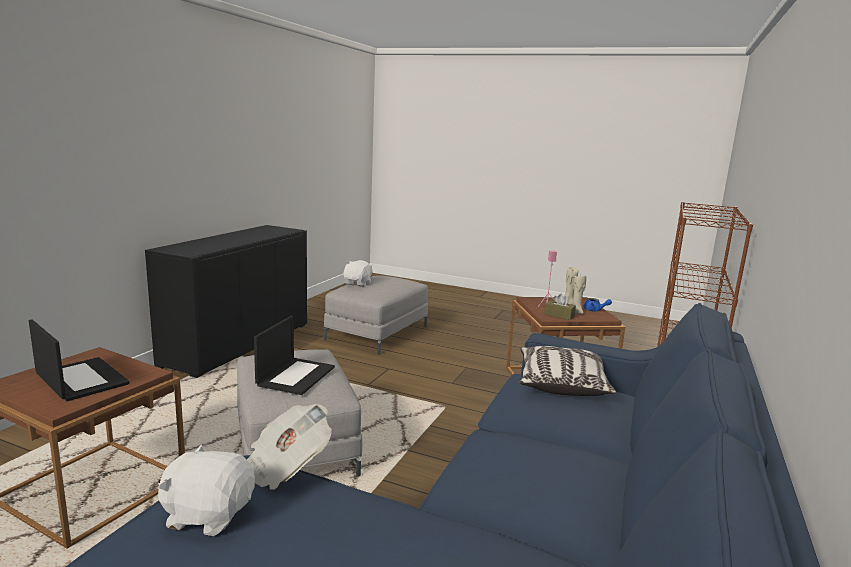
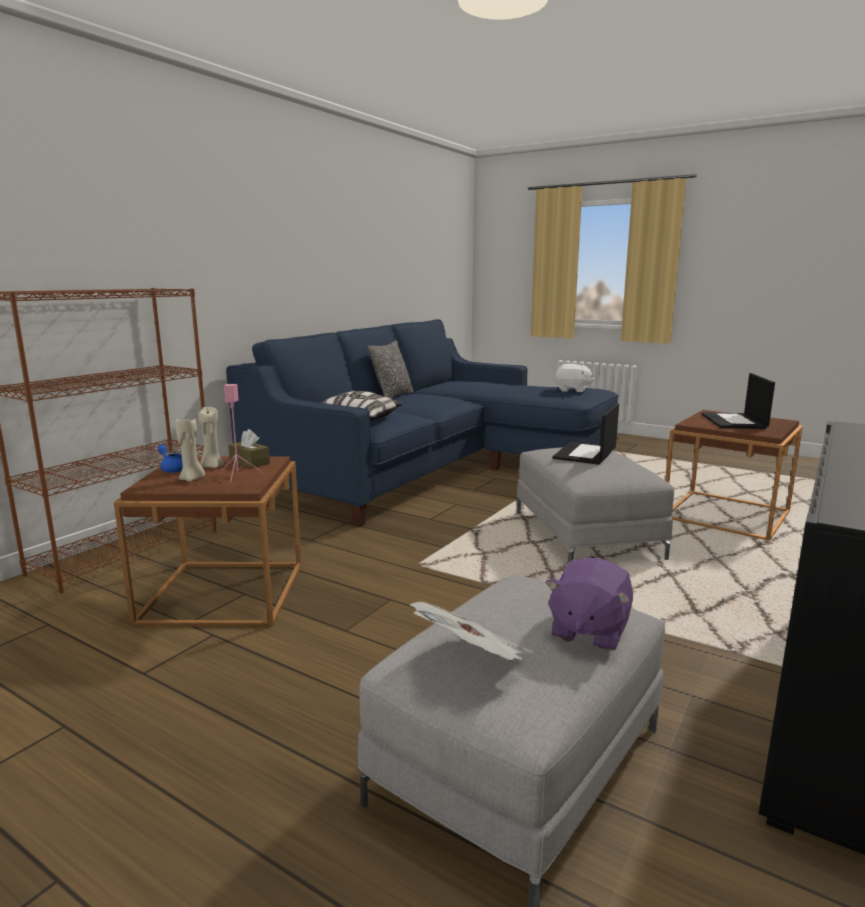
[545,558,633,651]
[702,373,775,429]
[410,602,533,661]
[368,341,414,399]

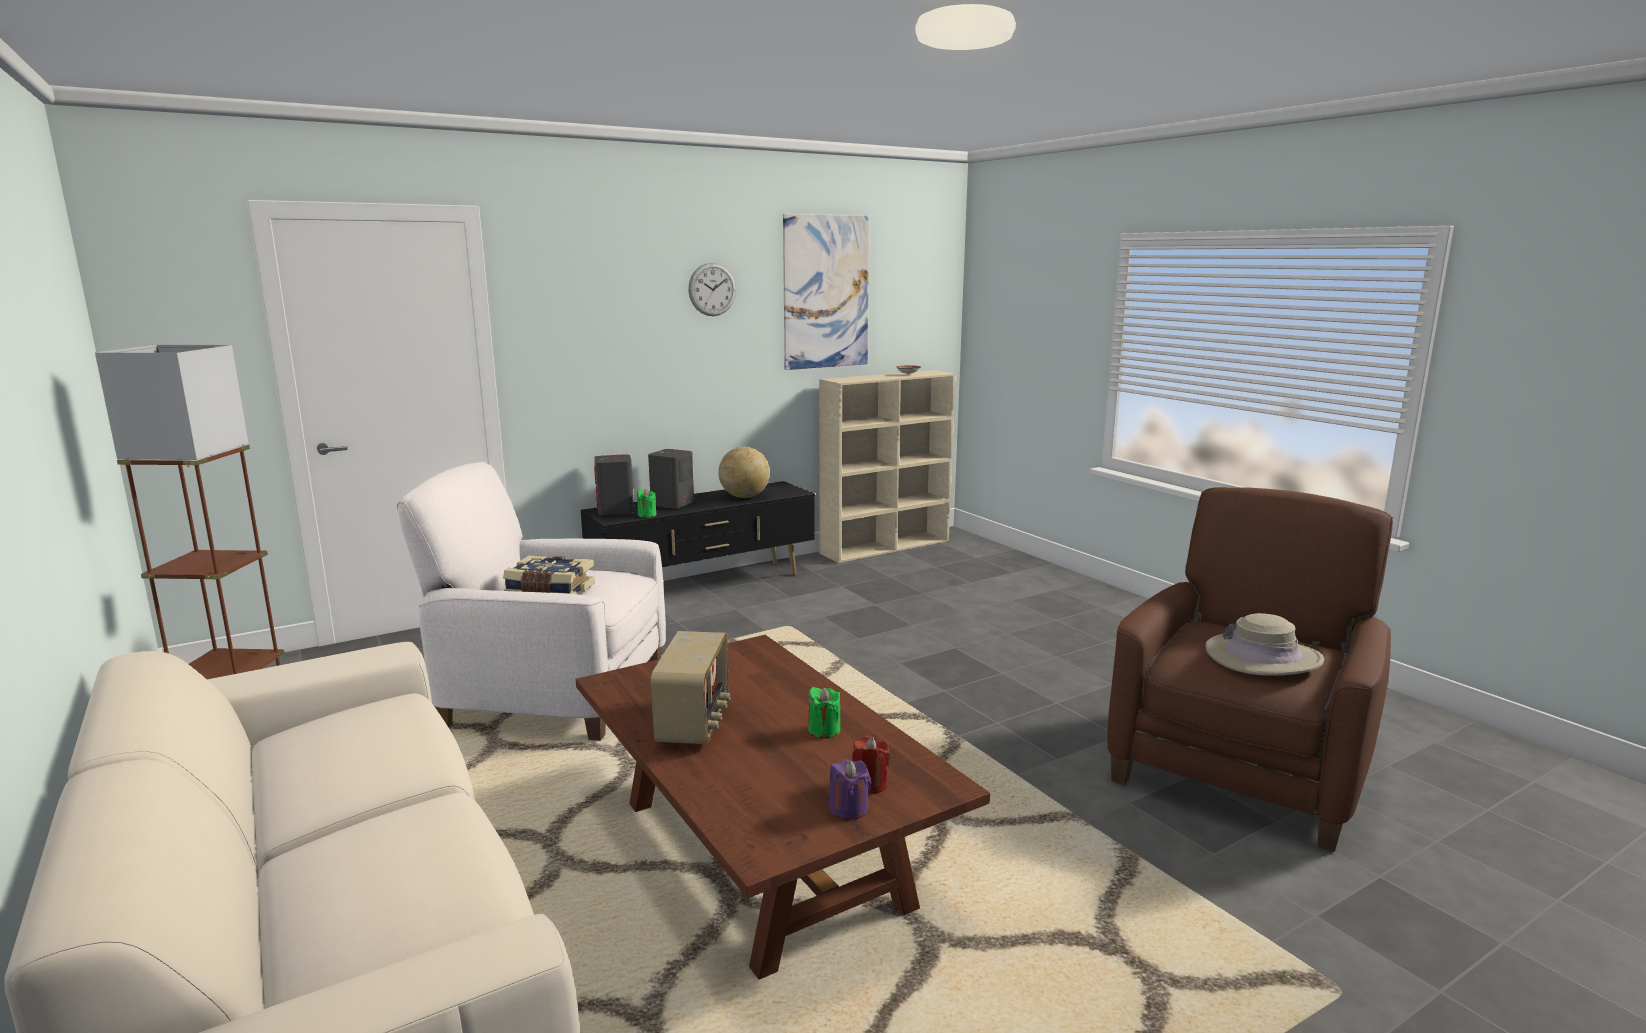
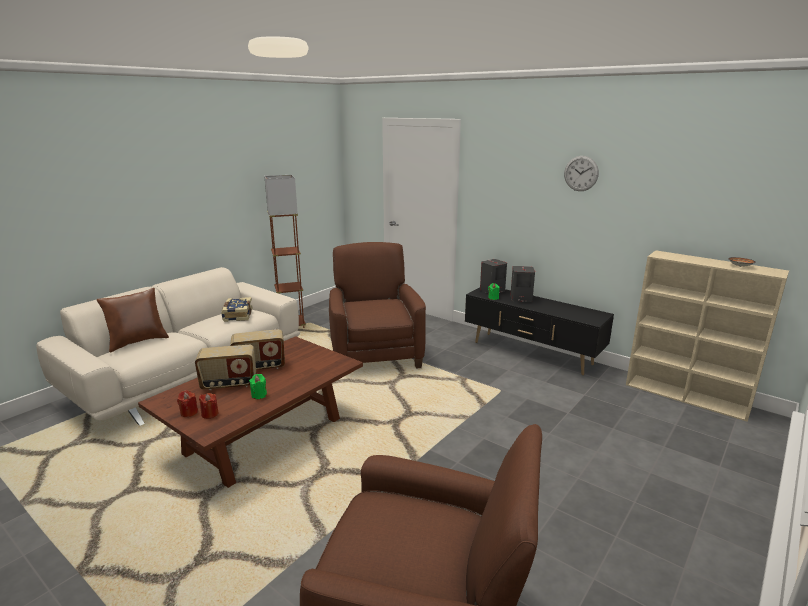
[783,214,869,370] (first image)
[718,447,770,498] (first image)
[329,242,426,369]
[221,297,252,322]
[1206,613,1324,676] (first image)
[177,390,198,417]
[97,288,169,352]
[195,345,256,390]

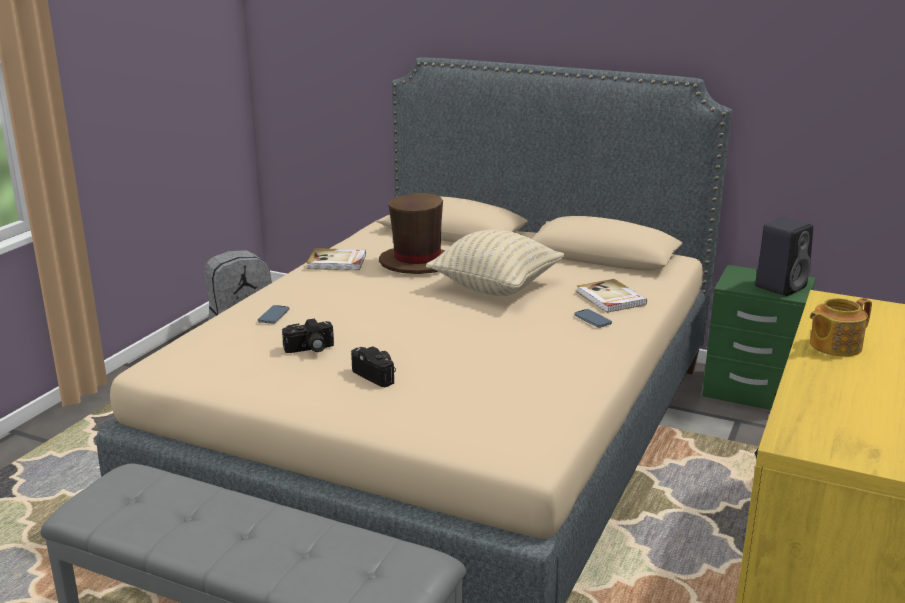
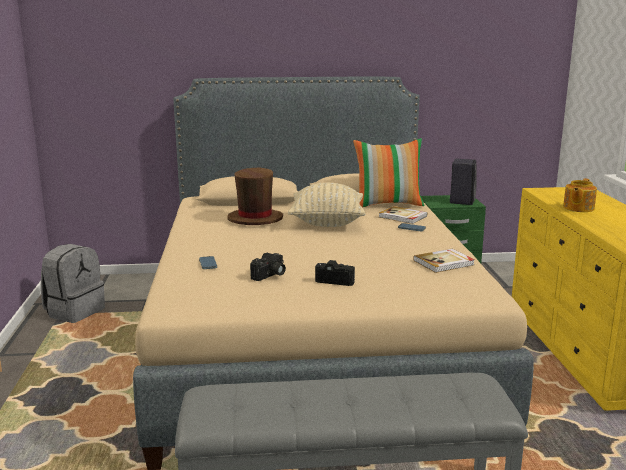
[413,249,475,273]
[353,138,425,207]

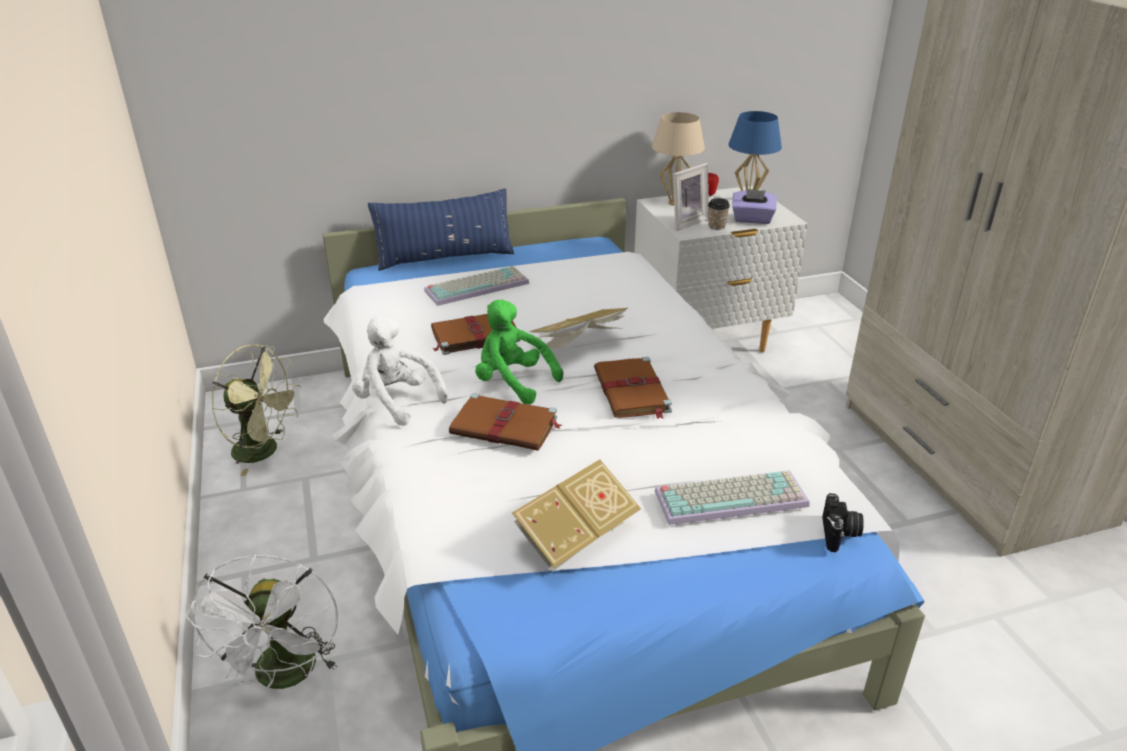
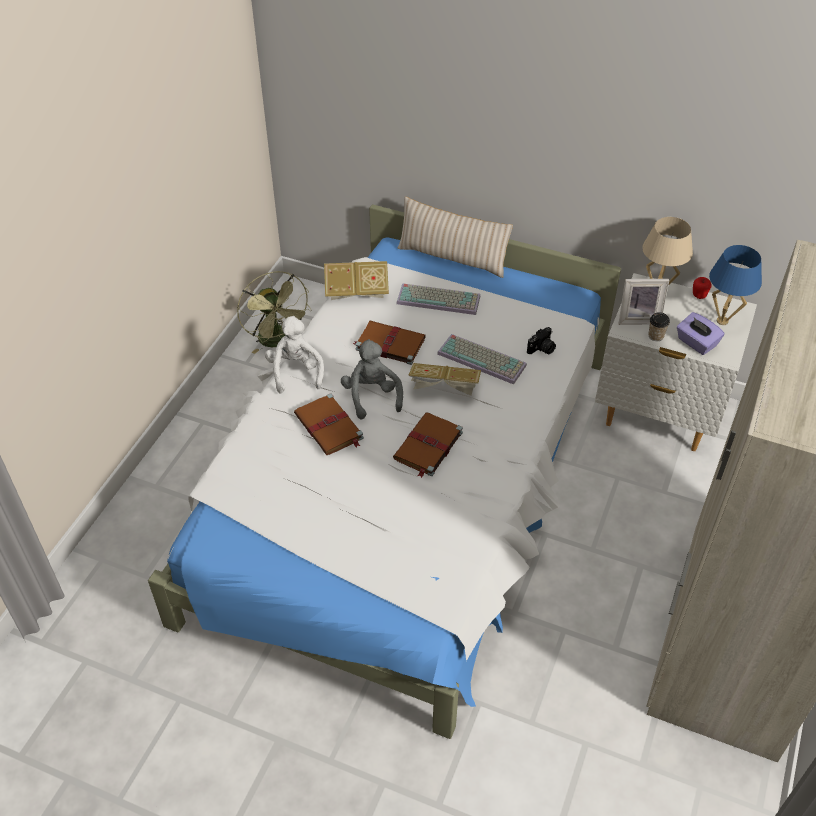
[398,197,513,278]
[341,339,403,420]
[324,261,389,300]
[437,334,527,384]
[527,327,556,354]
[186,554,338,690] (first image)

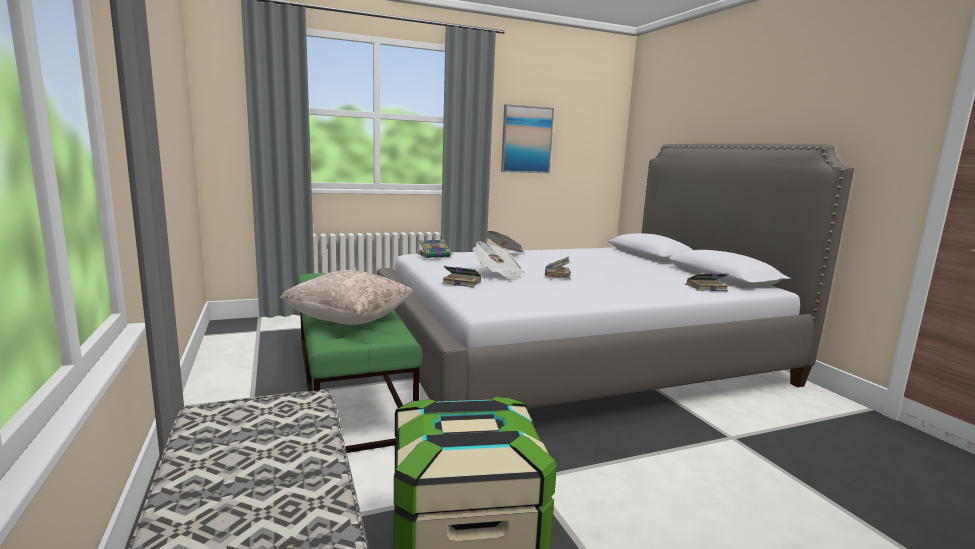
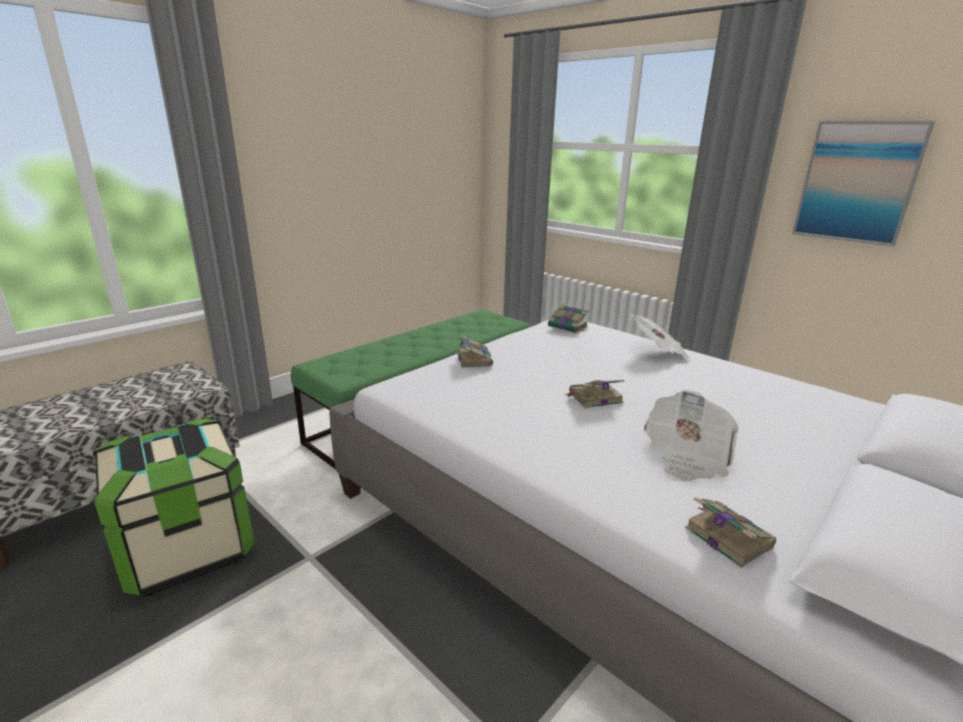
[644,390,739,482]
[280,270,414,325] (first image)

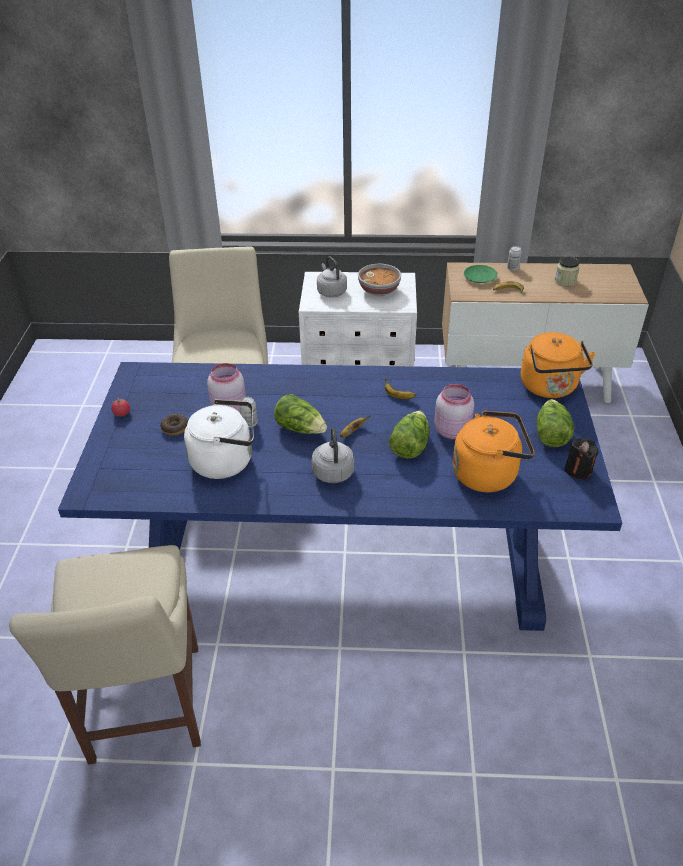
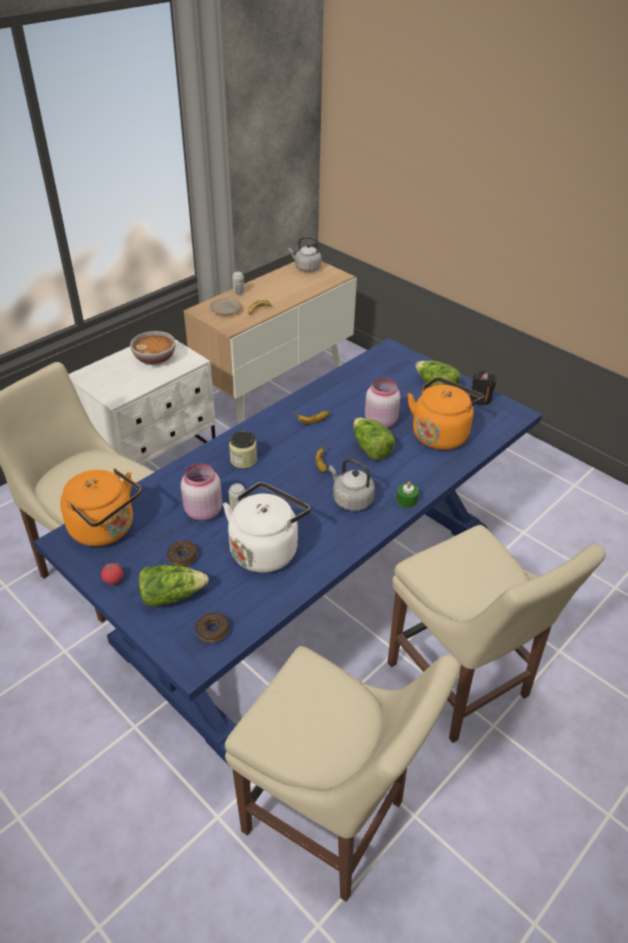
[288,236,322,272]
[229,431,257,469]
[210,298,242,315]
[60,468,141,546]
[139,565,209,607]
[396,481,419,508]
[388,525,606,743]
[195,612,230,643]

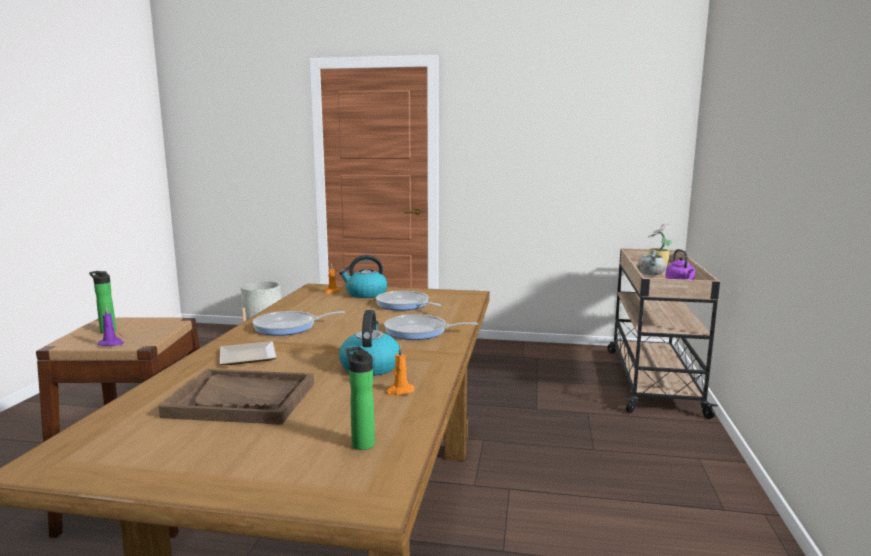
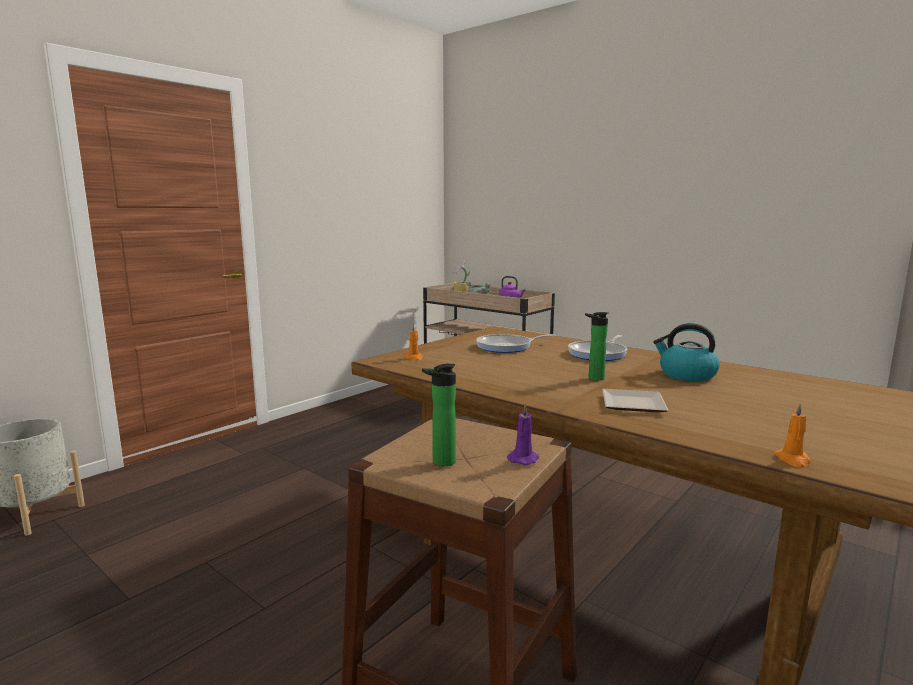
[339,255,387,298] (first image)
[252,311,345,336] (first image)
[585,312,609,381]
[774,404,810,468]
[159,369,314,425] (first image)

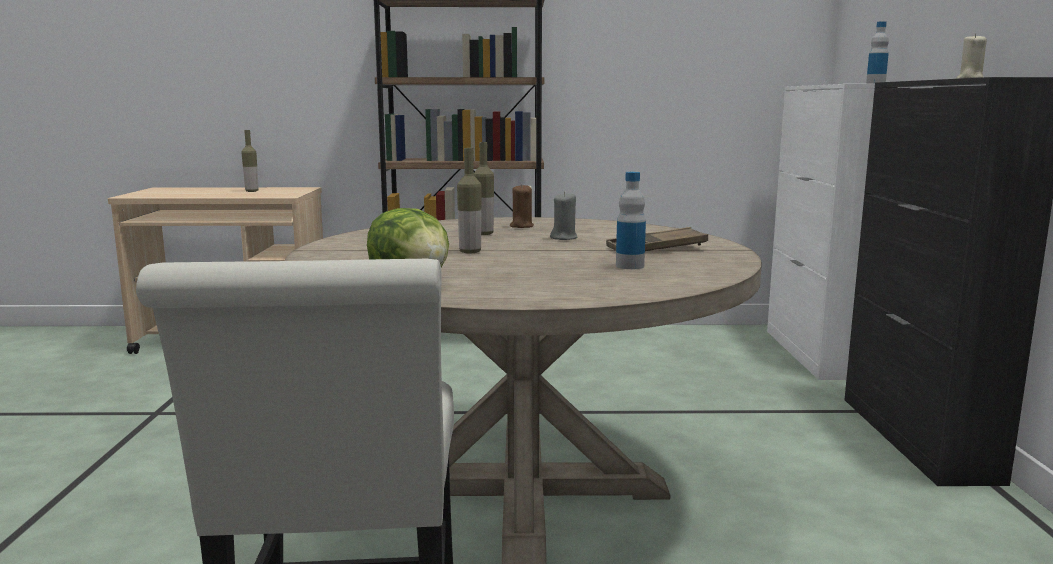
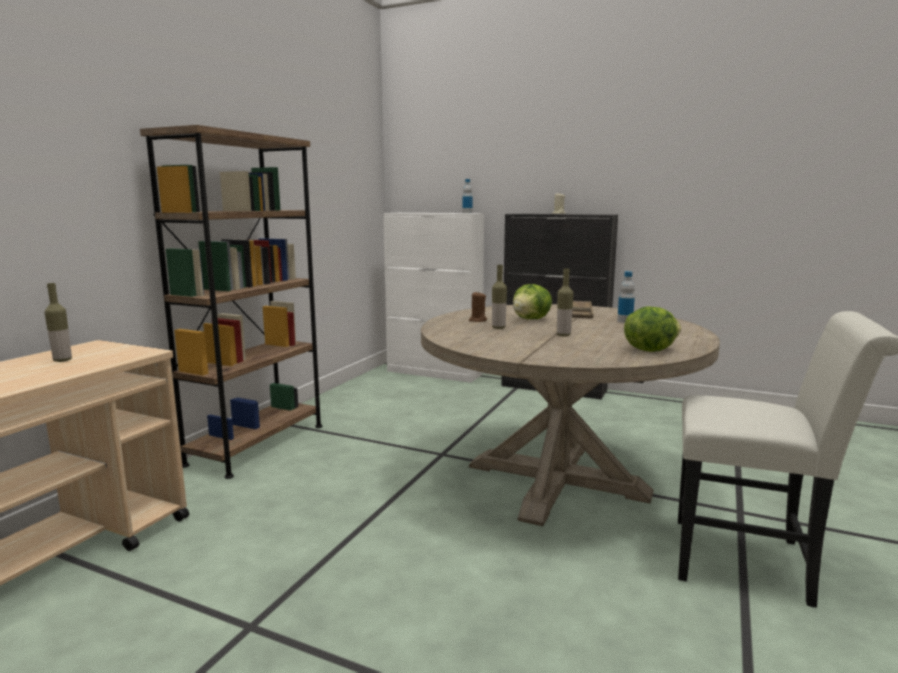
[513,284,552,319]

